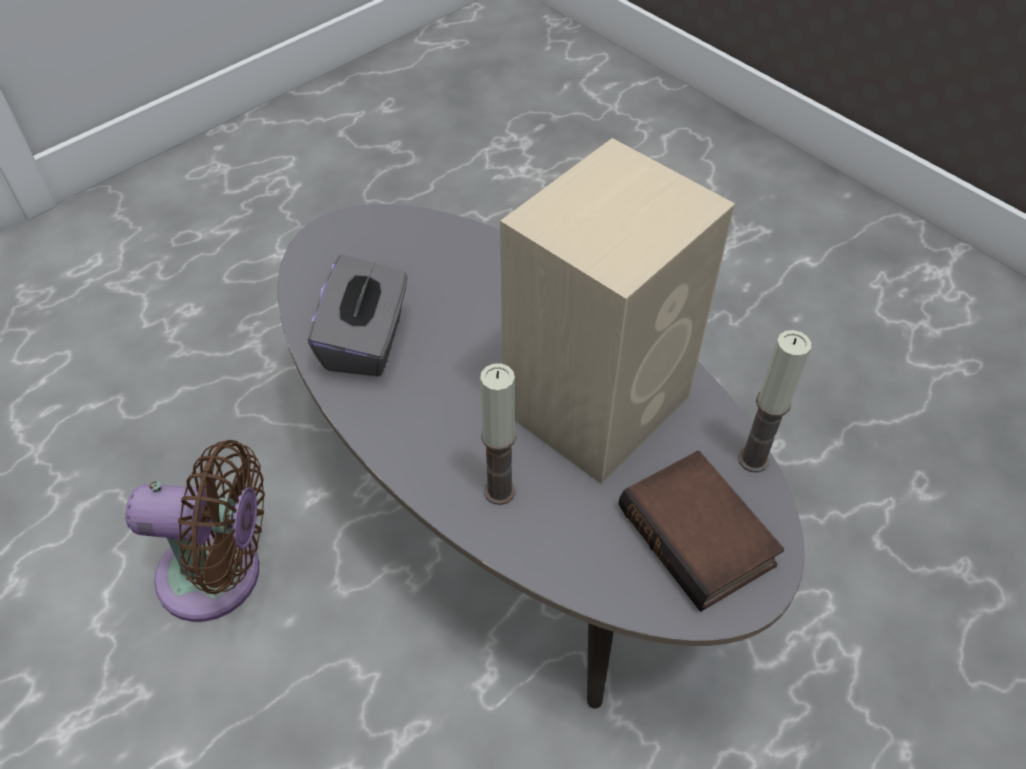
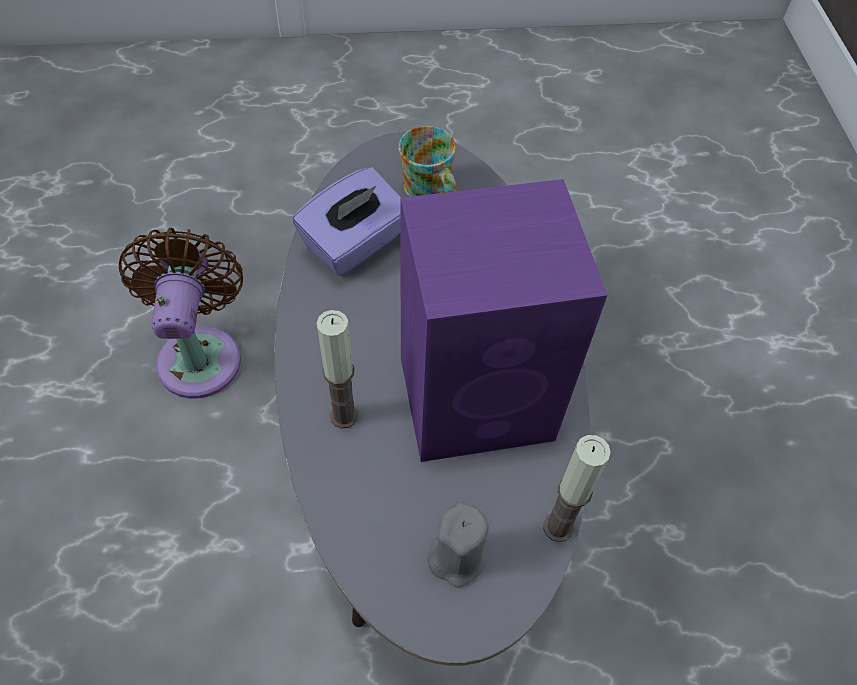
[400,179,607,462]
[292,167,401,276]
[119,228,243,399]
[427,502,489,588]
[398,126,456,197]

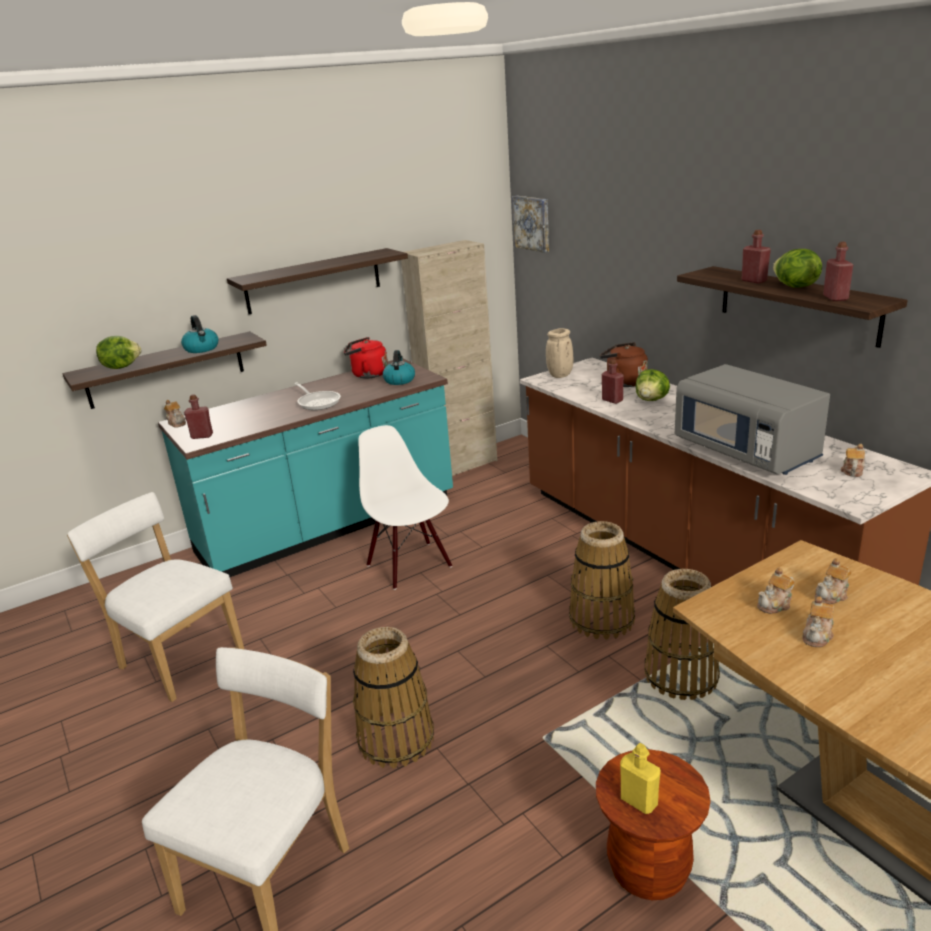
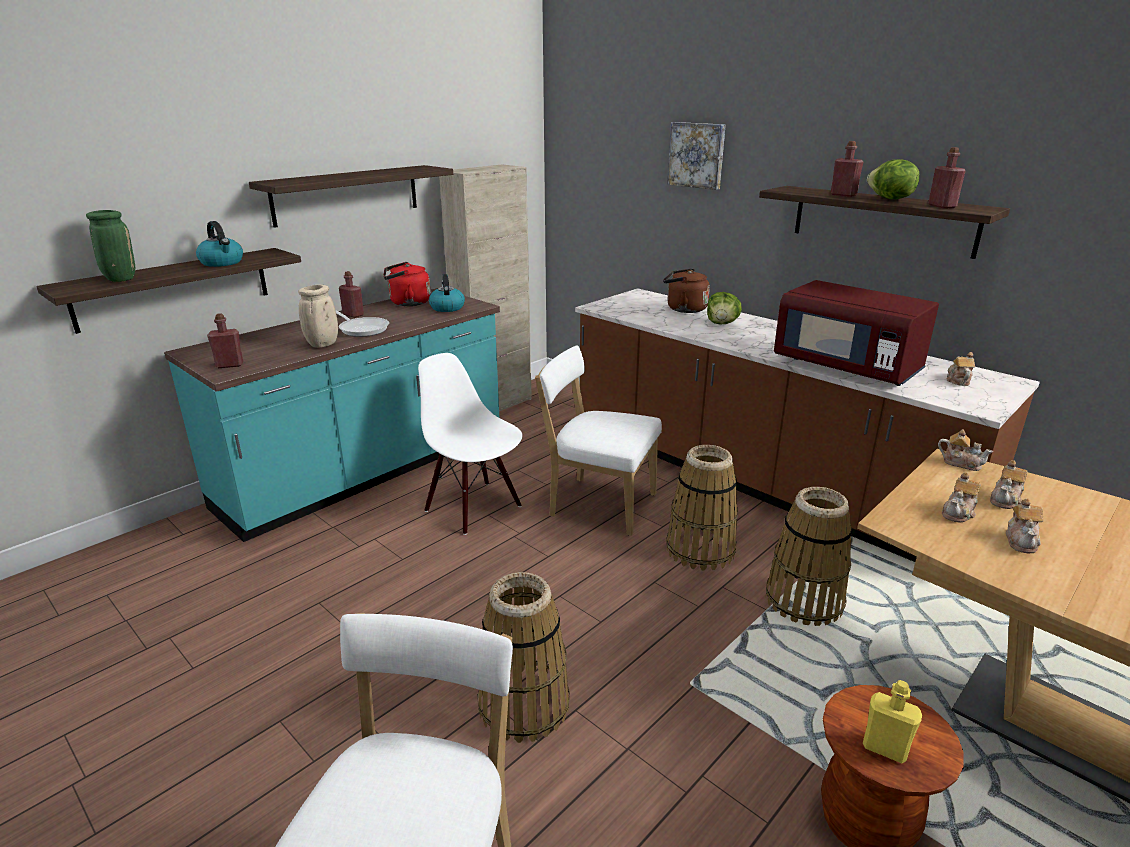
[667,122,726,190]
[298,284,338,348]
[86,210,135,282]
[339,271,364,318]
[774,280,939,386]
[938,429,993,471]
[535,345,662,536]

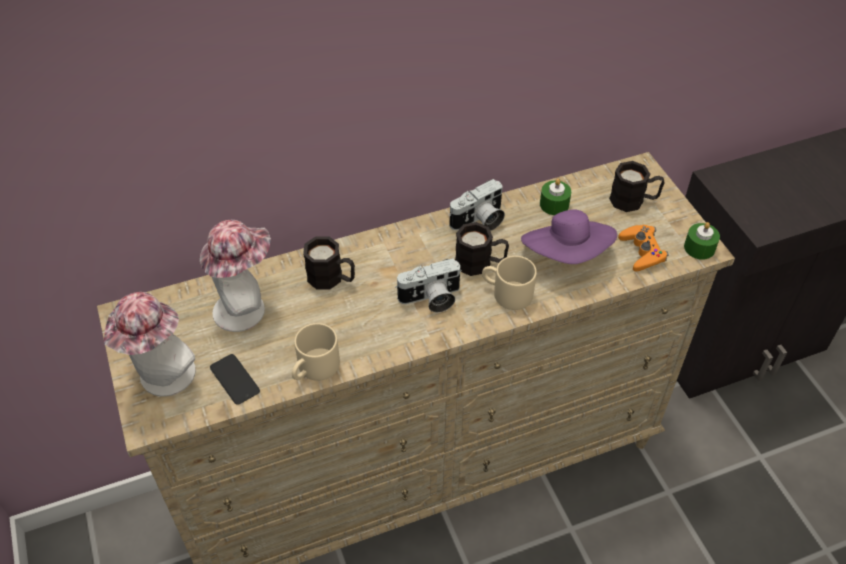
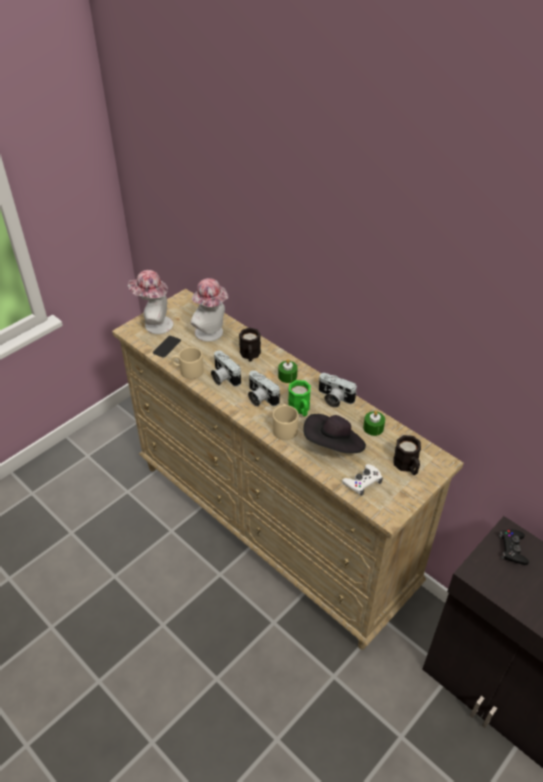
[303,414,366,453]
[288,380,311,417]
[278,359,298,383]
[342,464,383,496]
[211,350,241,387]
[499,529,529,565]

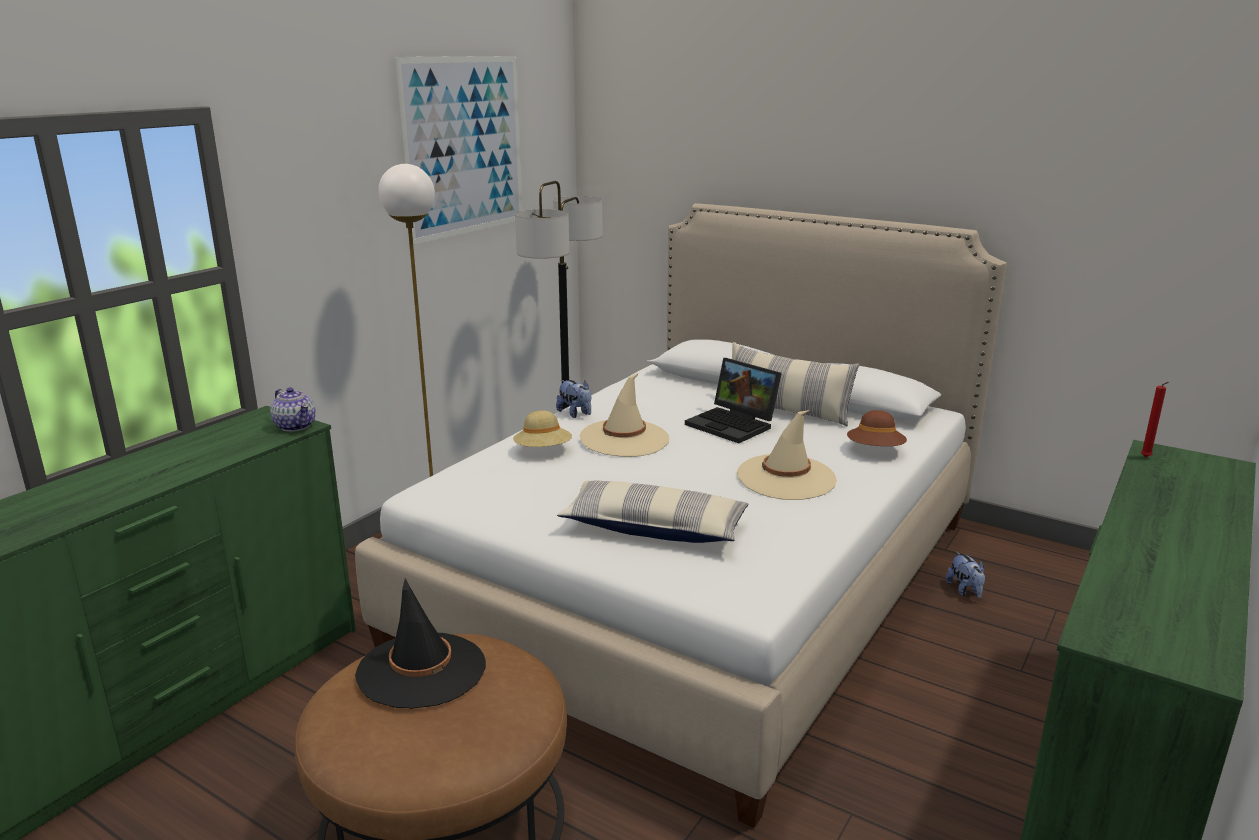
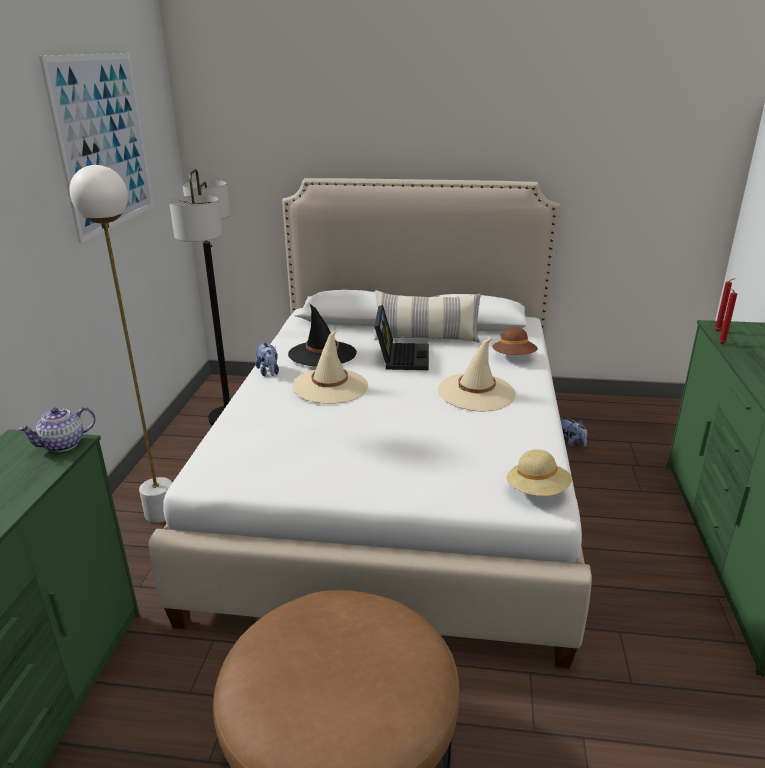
[374,305,429,370]
[255,342,279,376]
[17,407,96,452]
[506,449,572,496]
[557,481,748,543] (first image)
[288,303,357,366]
[719,287,737,344]

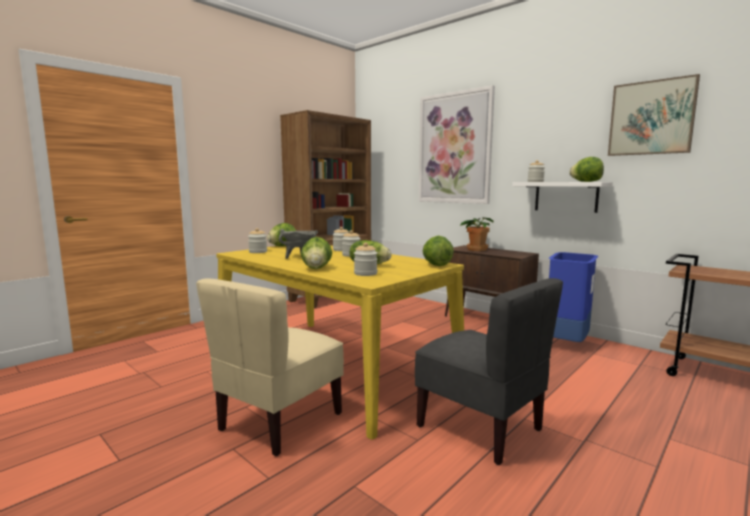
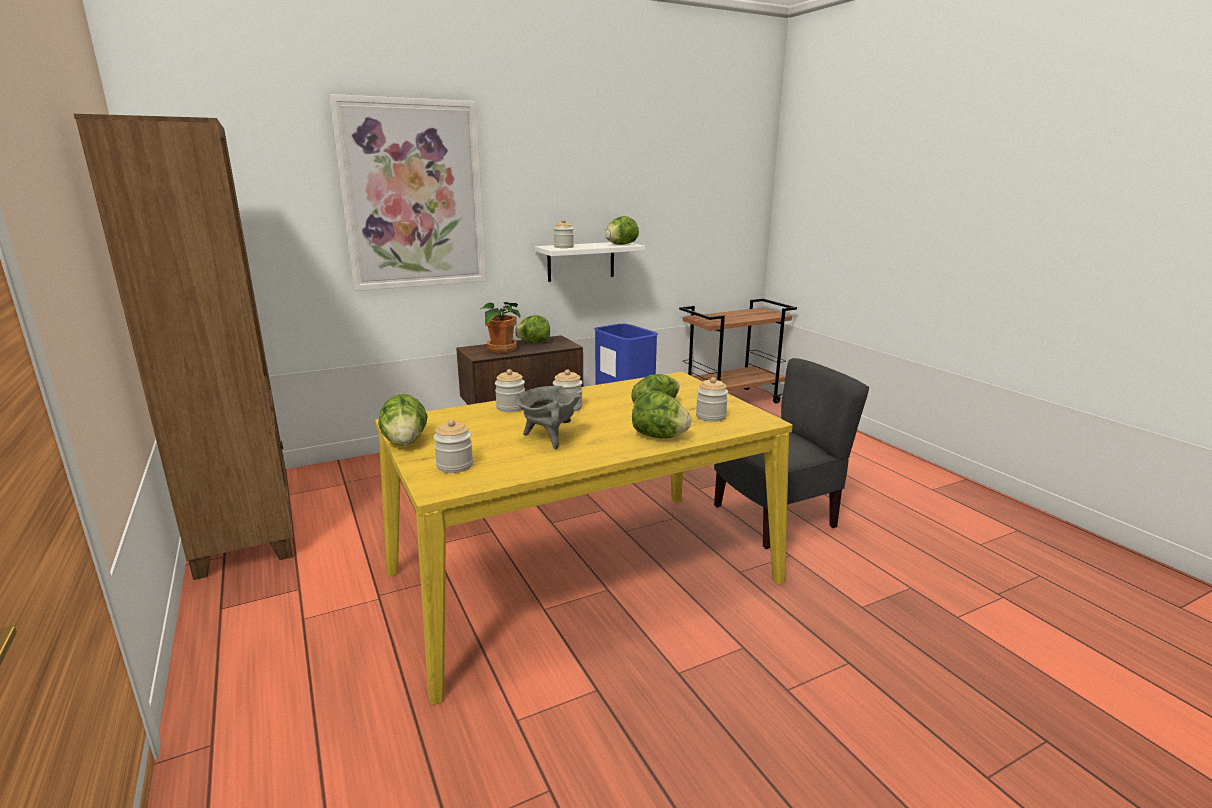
[608,74,700,156] (first image)
[515,315,550,343]
[196,278,344,456] (first image)

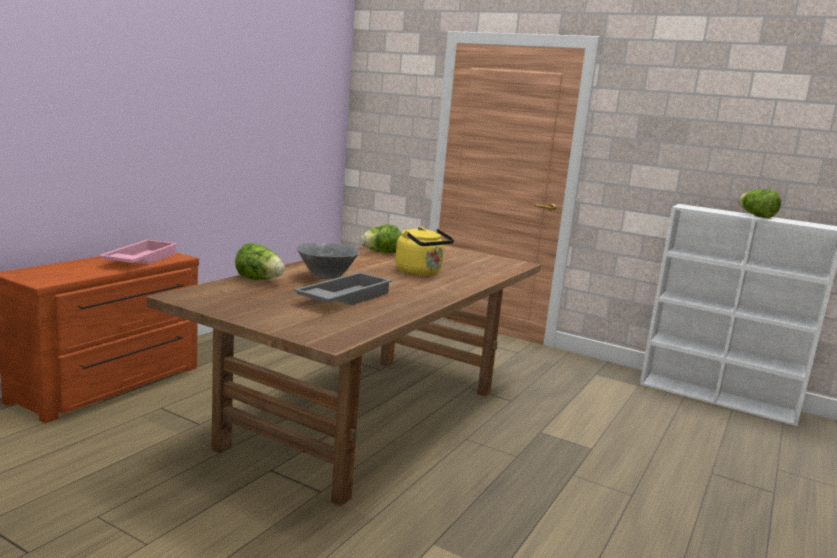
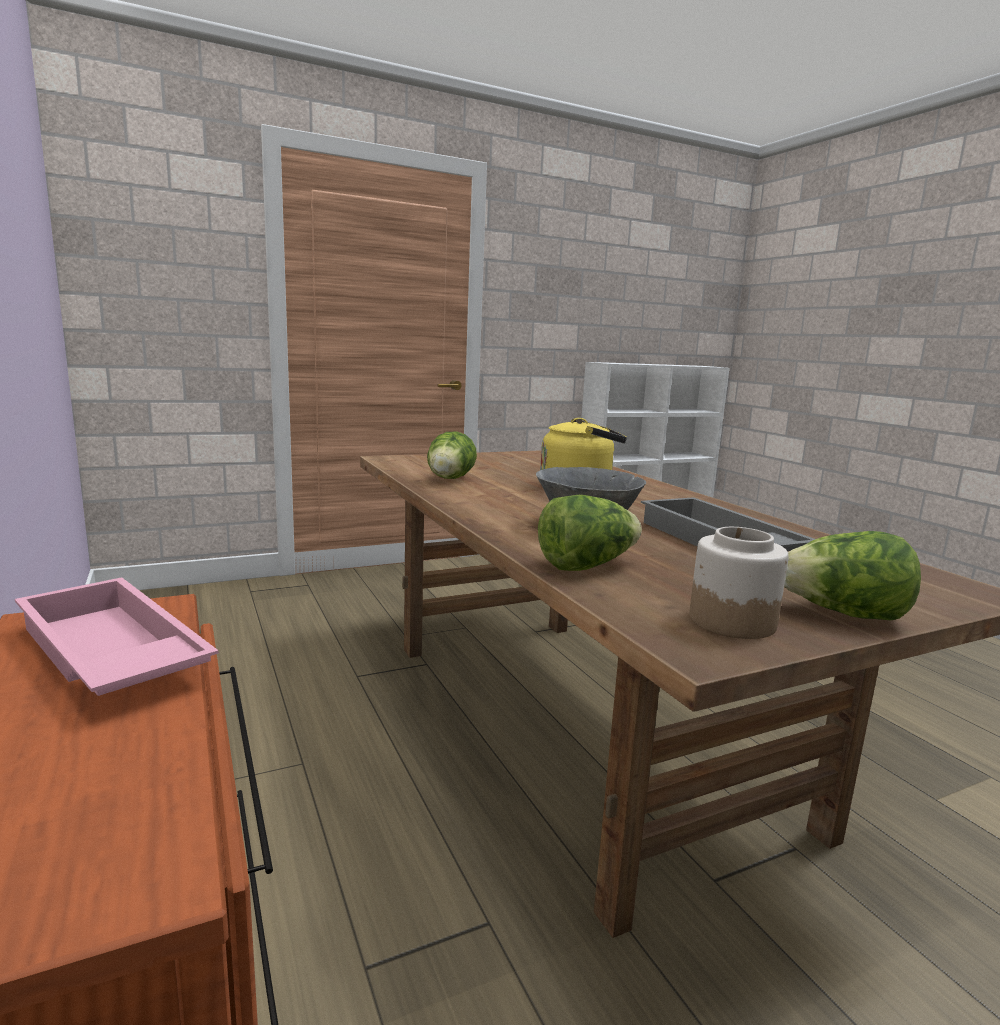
[784,531,921,620]
[689,527,789,639]

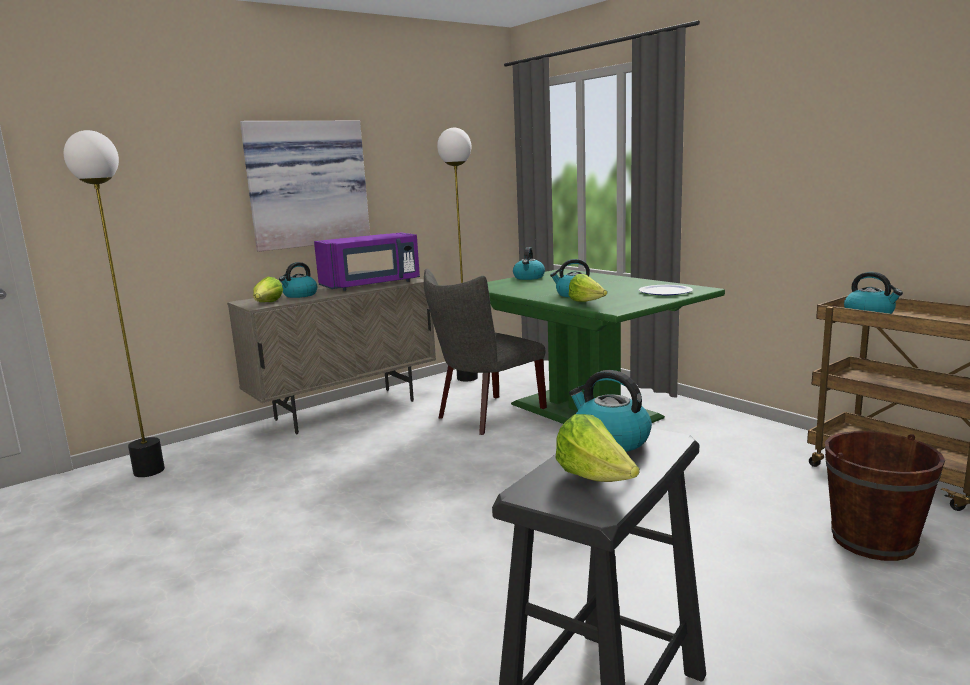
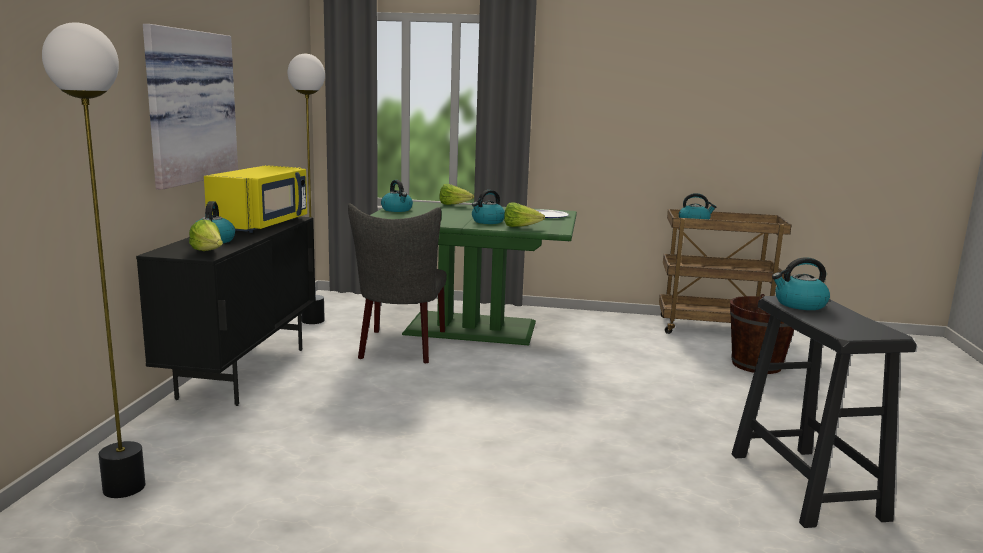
[204,165,307,233]
[136,217,316,406]
[439,184,474,205]

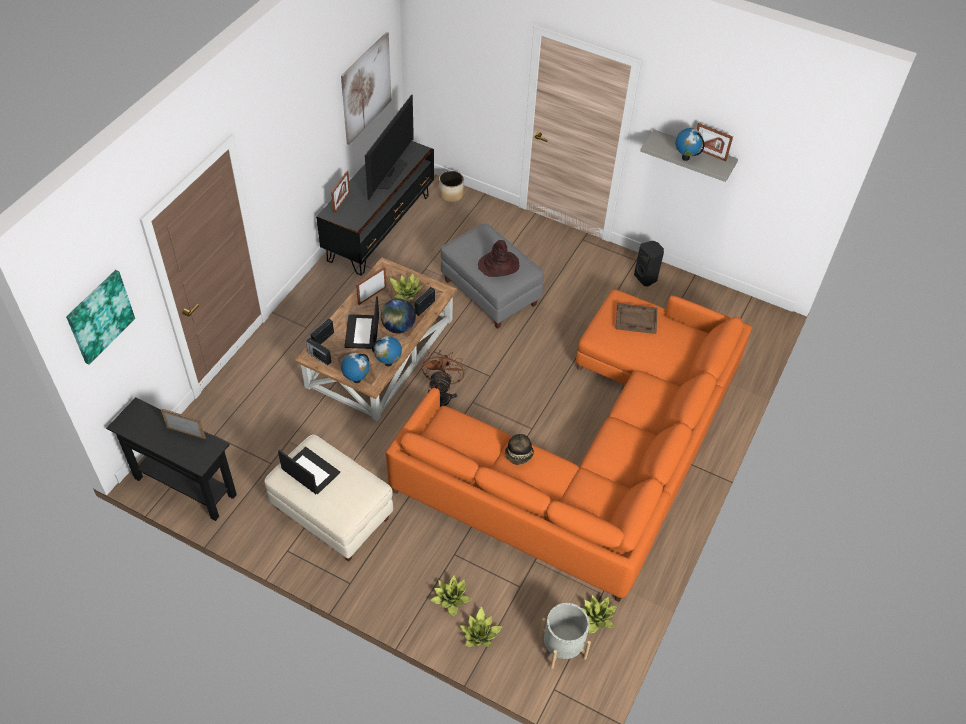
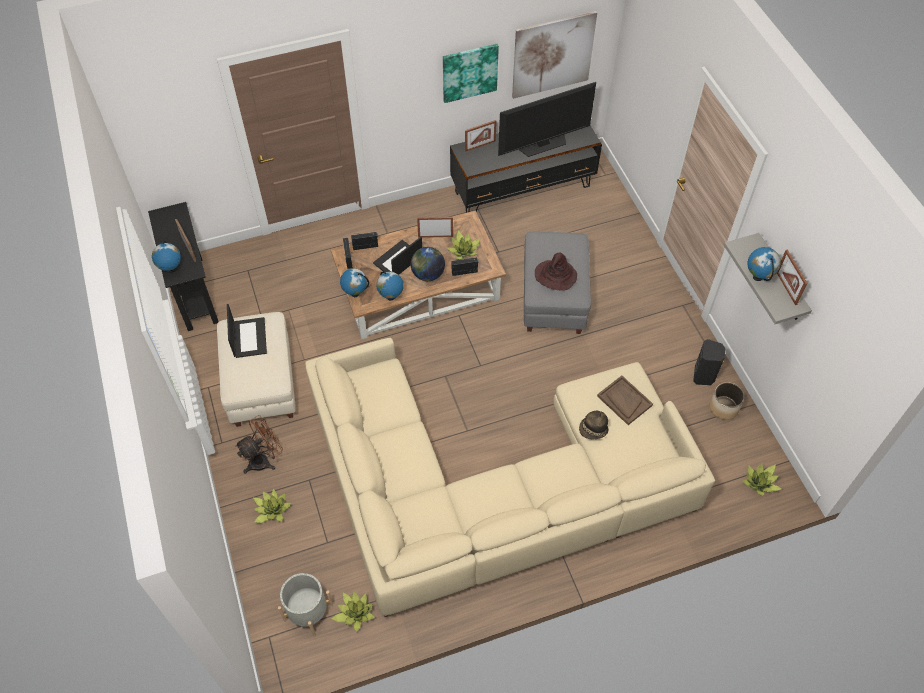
[710,382,745,420]
[443,44,499,103]
[305,338,715,617]
[235,415,283,474]
[579,411,609,440]
[742,463,781,496]
[152,241,181,273]

